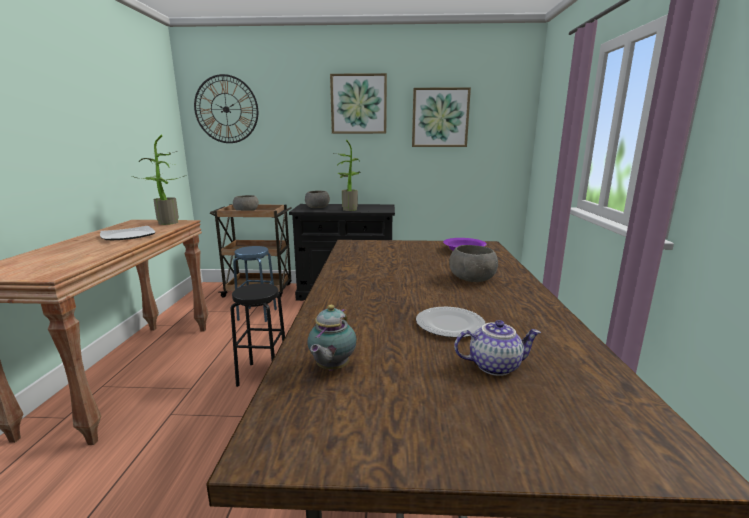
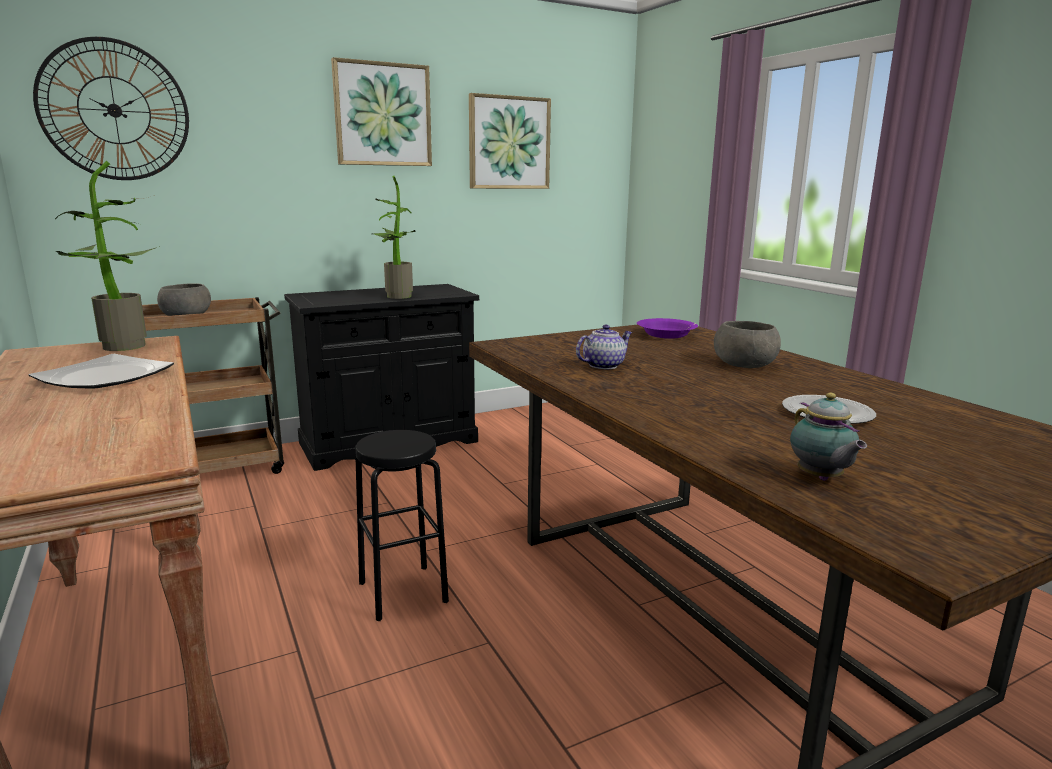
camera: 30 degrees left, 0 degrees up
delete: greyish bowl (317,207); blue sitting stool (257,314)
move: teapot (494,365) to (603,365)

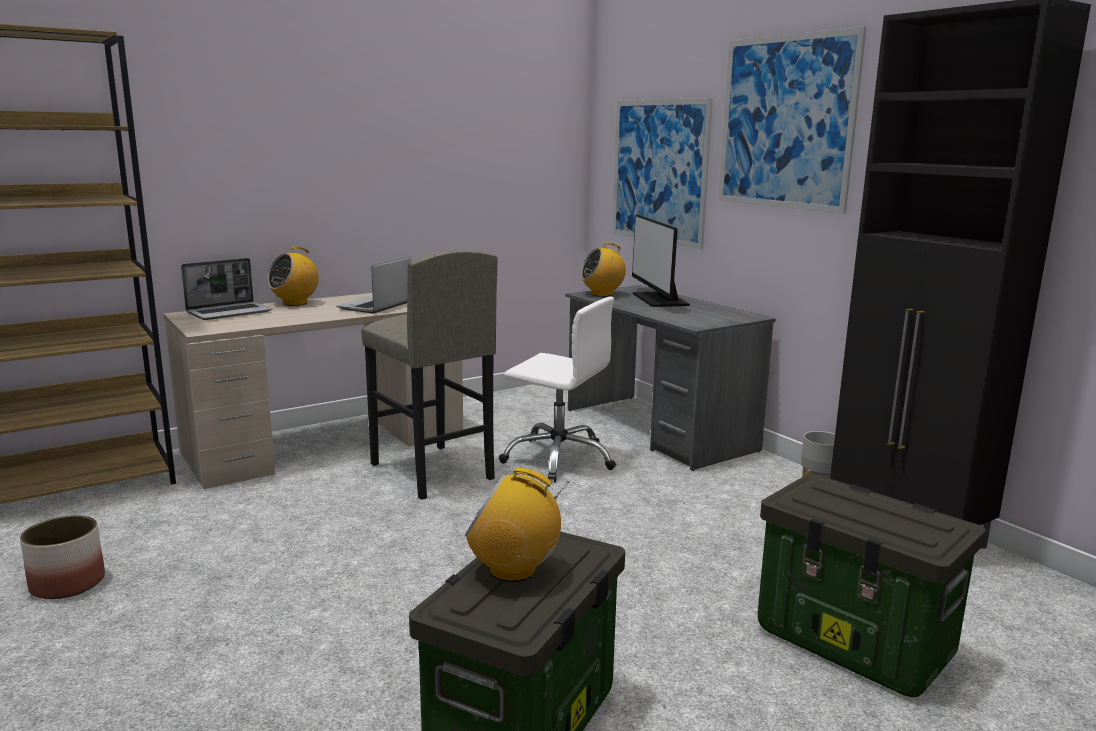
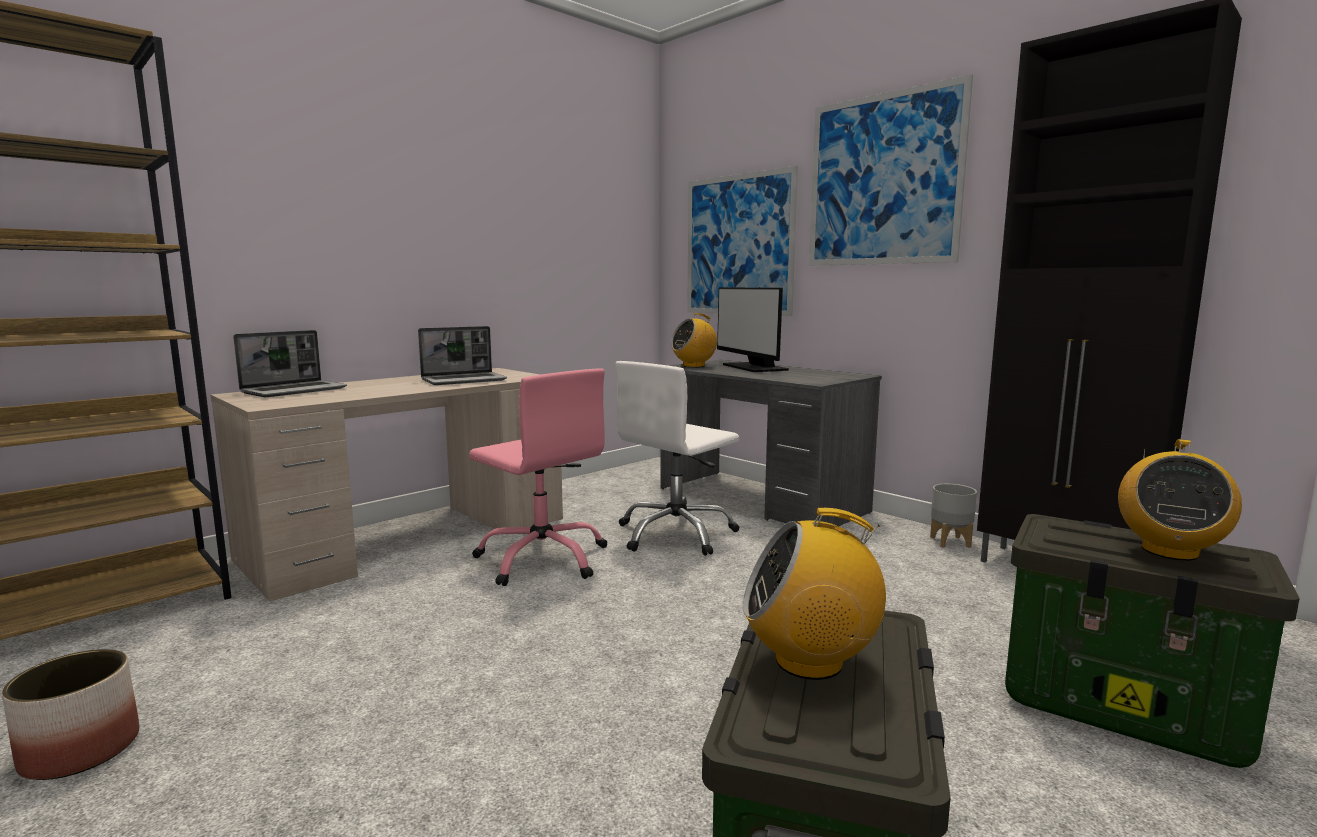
camera: 10 degrees left, 5 degrees down
move: radio (295,303) to (1169,551)
replace: greyish sitting stool (431,472) to pink-coloured desk chair (543,559)
rotate: notebook computer (375,306) = (464,380) 135 degrees counterclockwise; white desk chair (559,458) = (676,534) 120 degrees clockwise

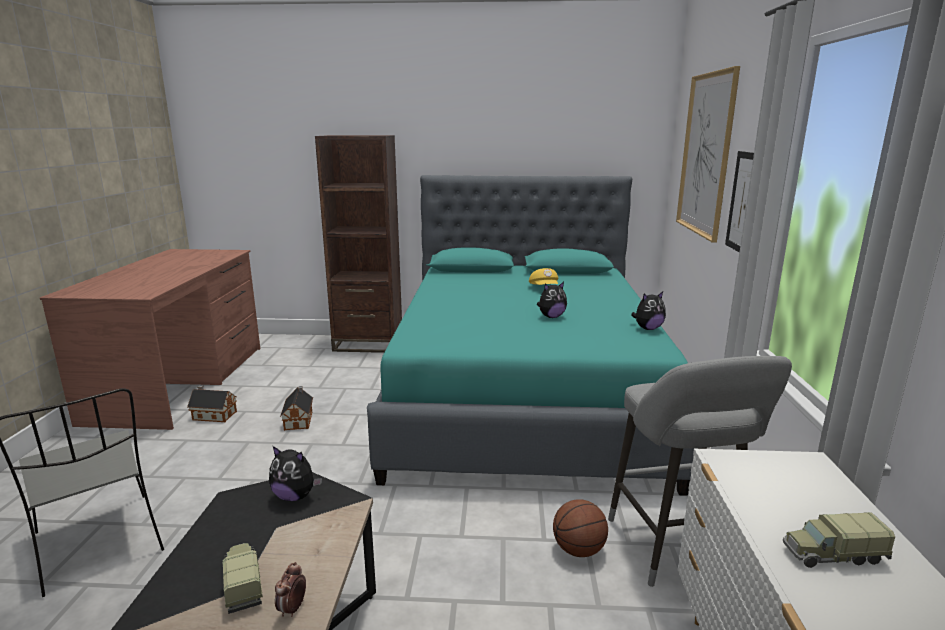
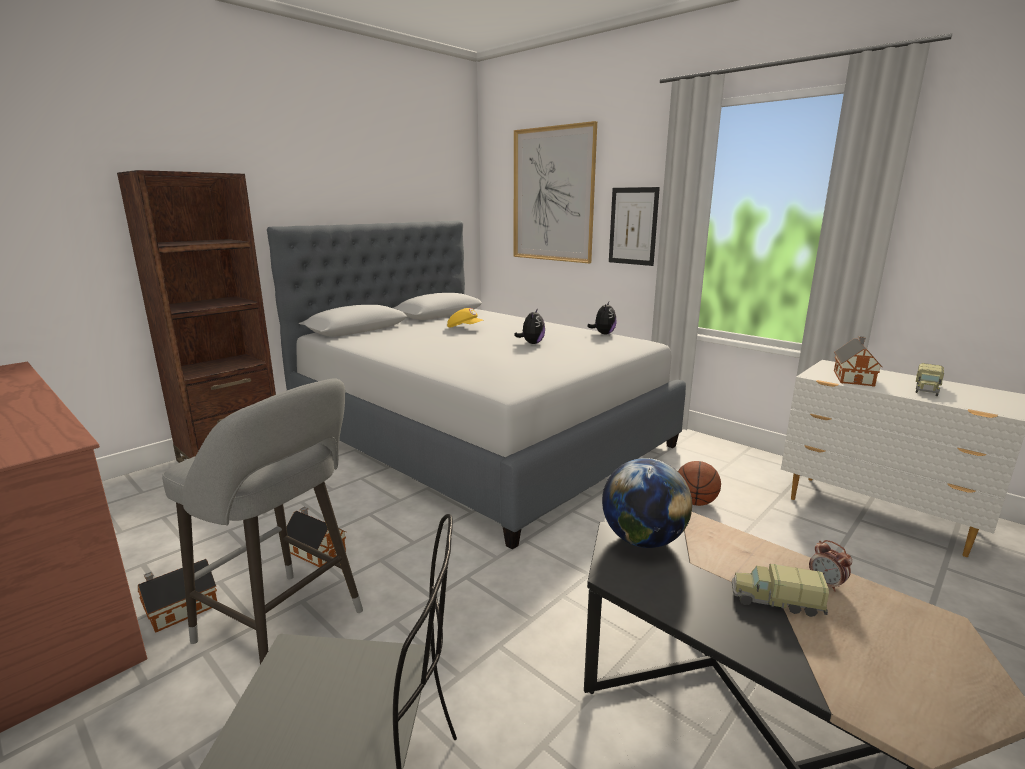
camera: 50 degrees left, 0 degrees up
insert: model house (853,377)
move: greyish sitting stool (678,550) to (286,629)
replace: soft toy (295,496) to world globe (643,540)
recolor: blue-green sleeping bed (524,397) to greyish sleeping bed (478,436)

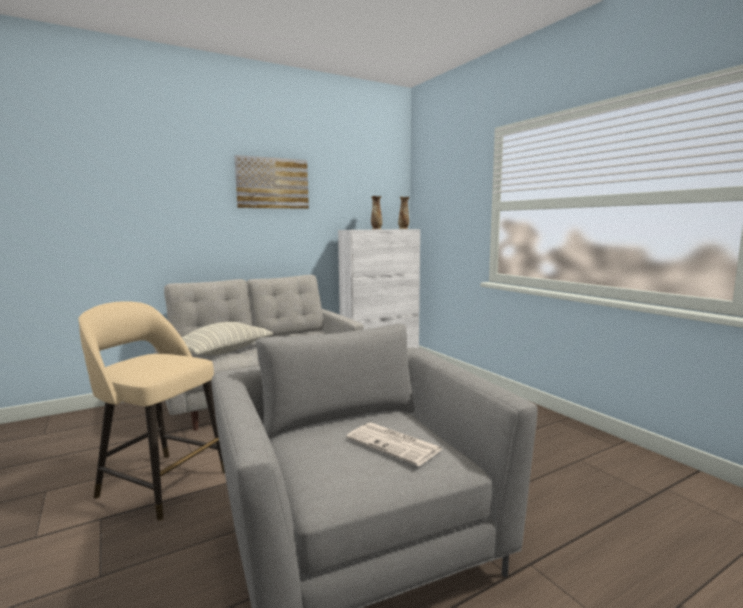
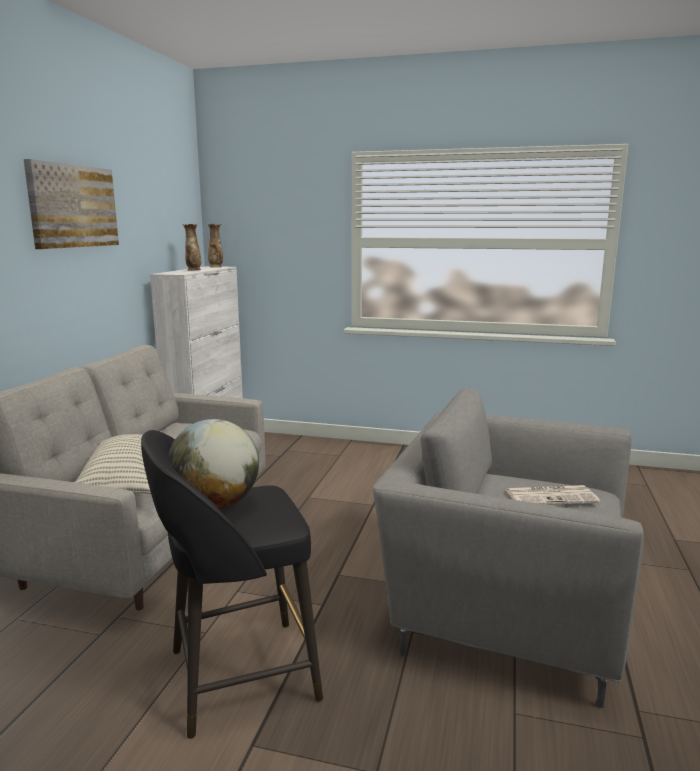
camera: 45 degrees left, 5 degrees up
insert: world globe (216,505)
recolor: beige sitting stool (161,483) to blackish sitting stool (238,675)

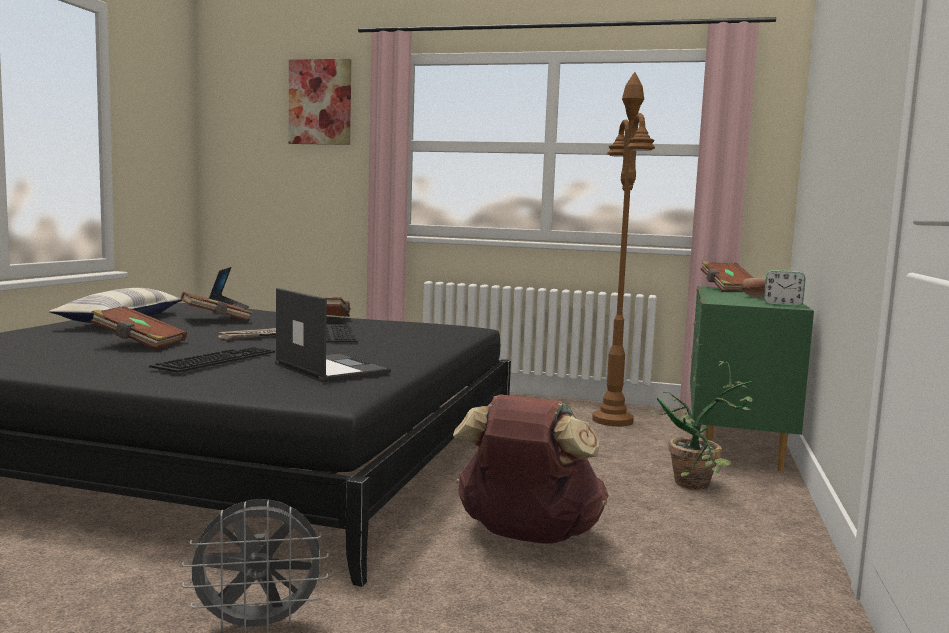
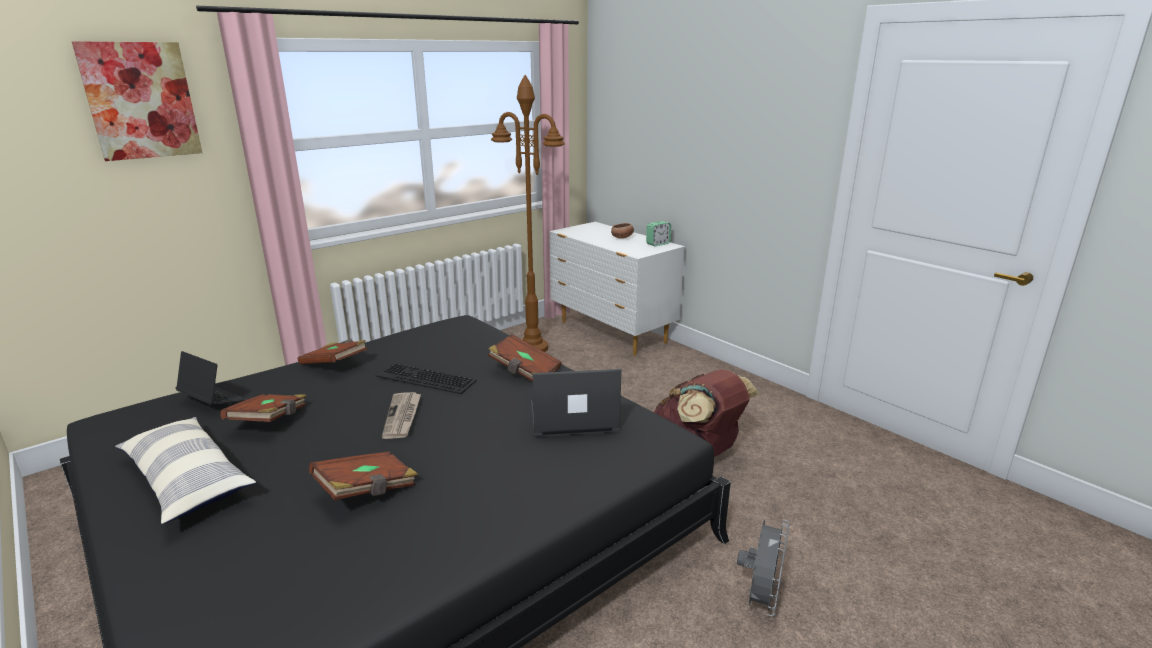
camera: 55 degrees left, 15 degrees up
delete: PC keyboard (215,358); plant in a pot (701,486)
move: brownish volume (727,289) to (524,371)
recolor: green-coloured dresser (734,442) to white dresser (612,333)

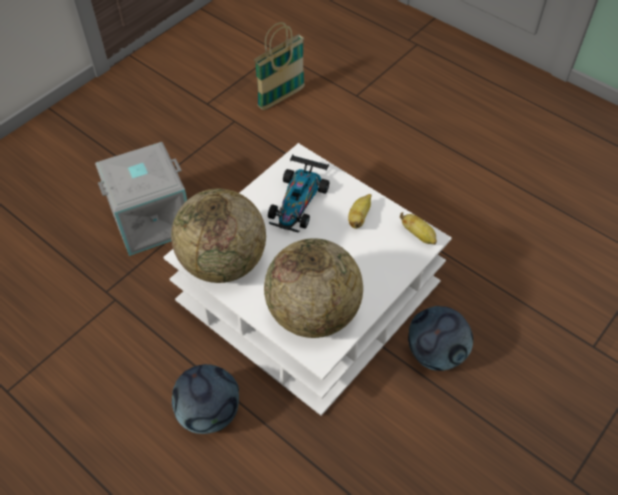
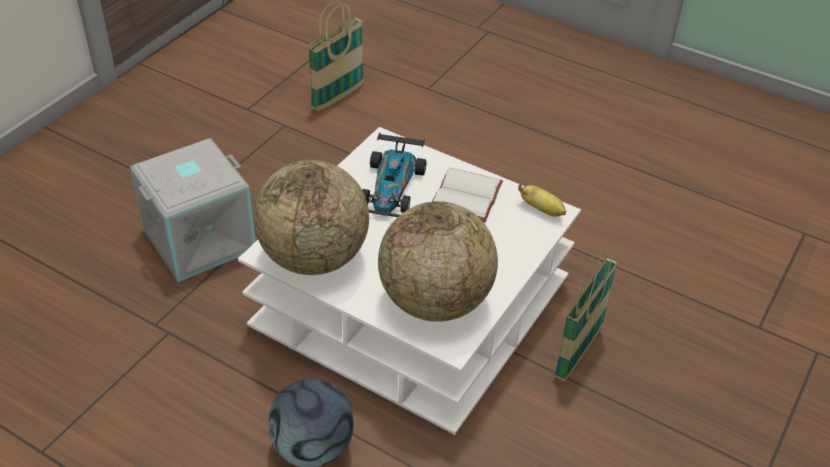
camera: 10 degrees left, 10 degrees down
replace: whole banana (359,217) to white volume (468,197); football (435,353) to storage basket (578,353)

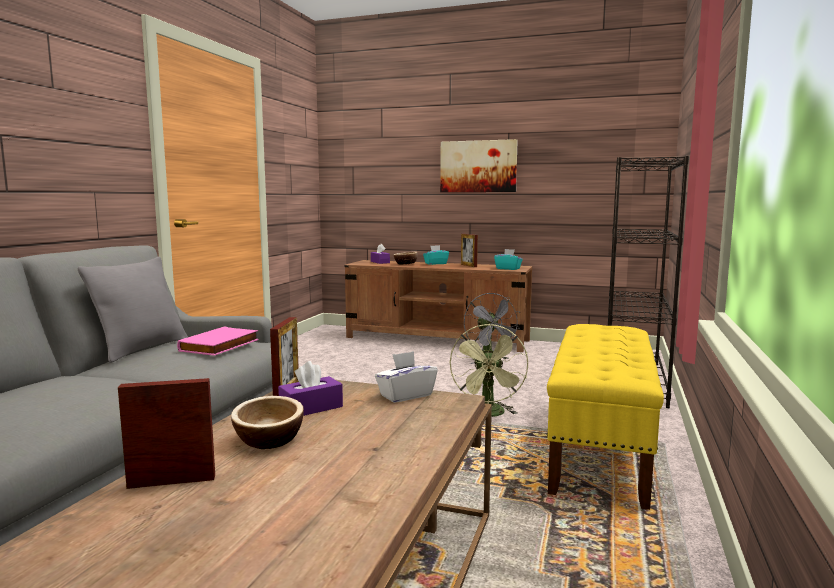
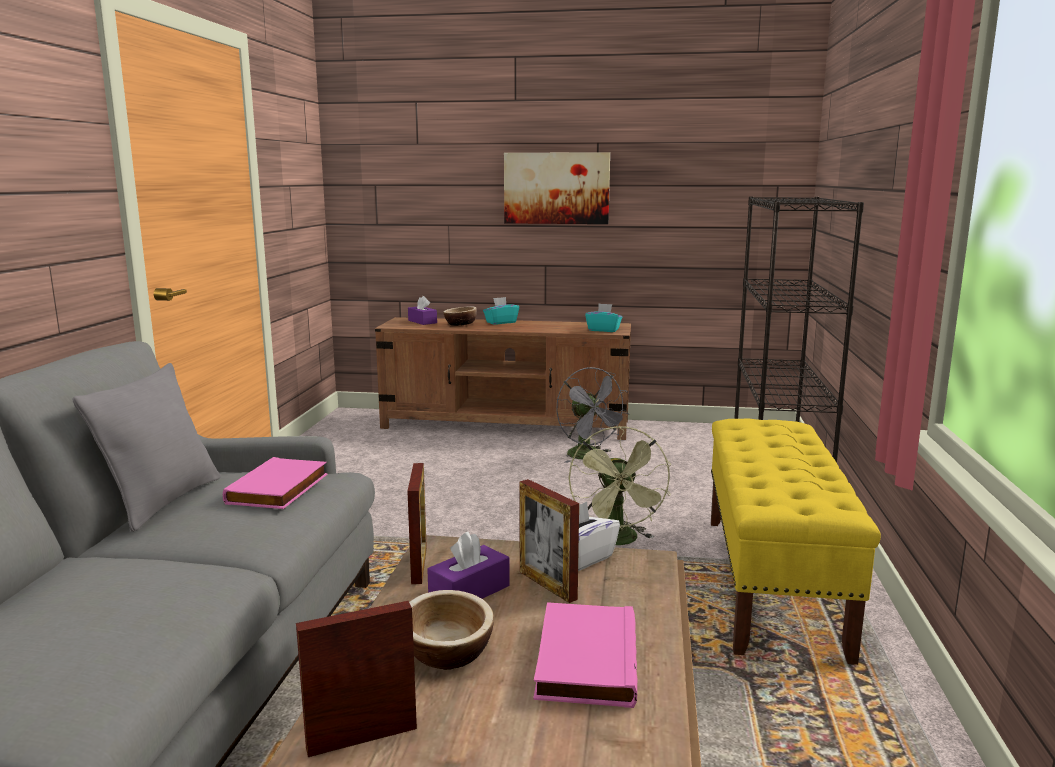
camera: 10 degrees left, 5 degrees up
insert: pink-coloured volume (583,659)
move: photo frame (468,265) to (547,585)

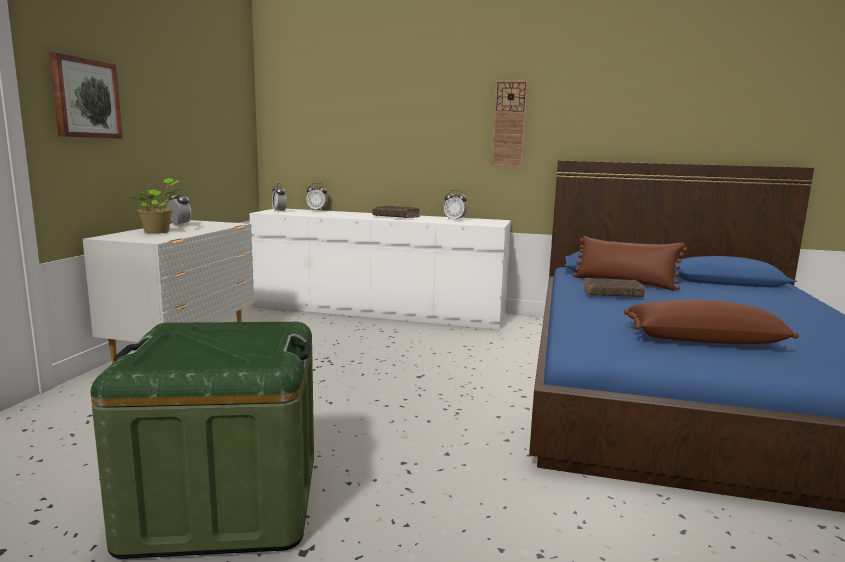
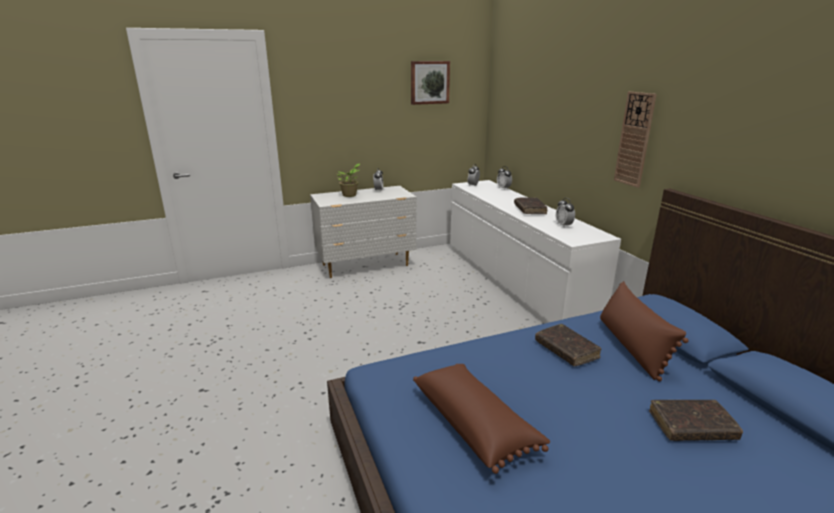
camera: 55 degrees right, 10 degrees up
delete: green-coloured storage bin (225,501)
insert: brownish volume (691,427)
move: wall picture (85,98) to (429,82)

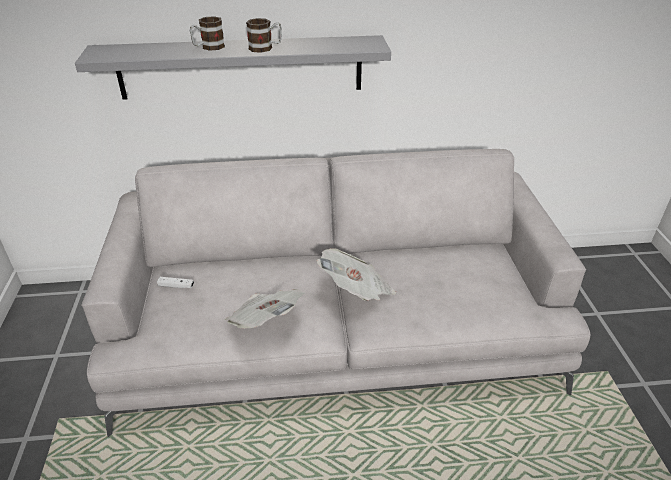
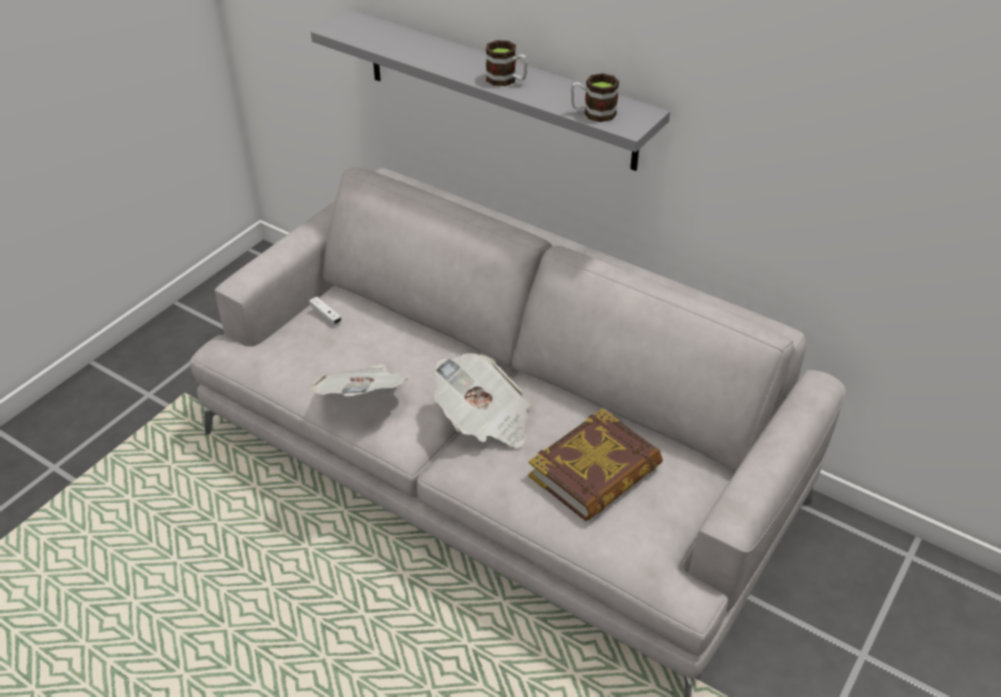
camera: 40 degrees right, 5 degrees up
insert: volume (595,472)
move: coffee mug (208,47) to (593,113)

